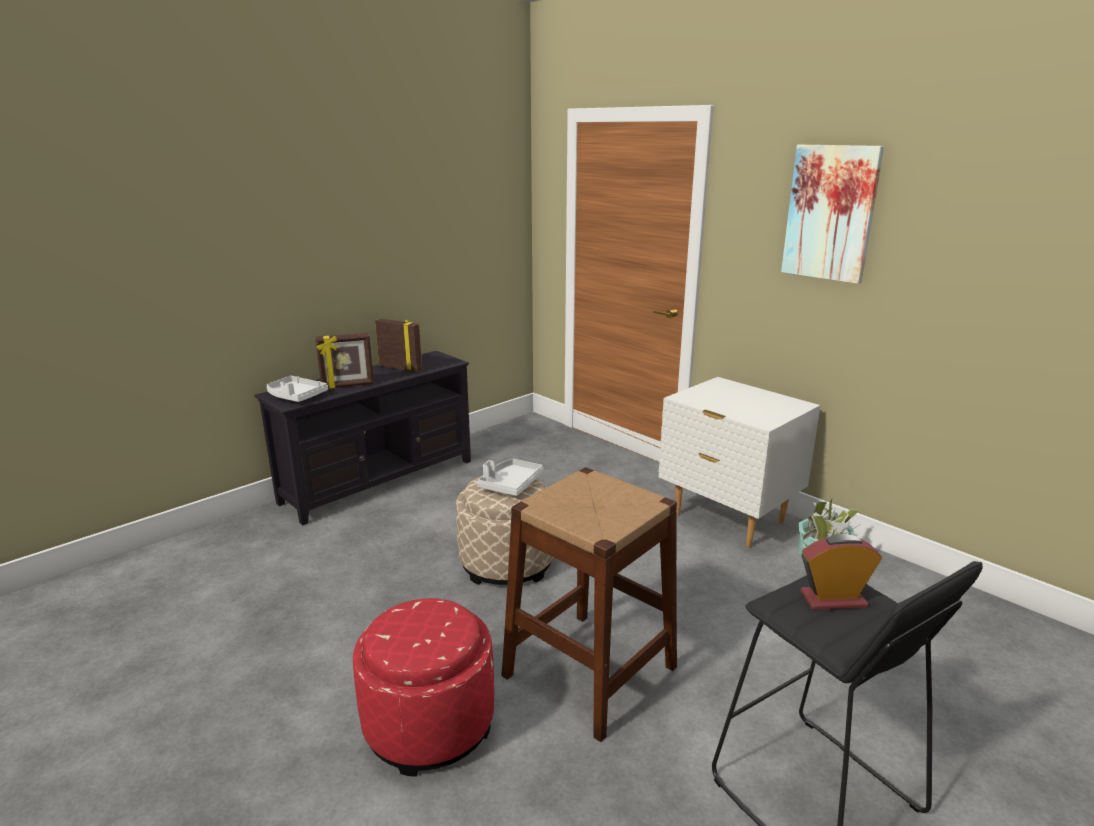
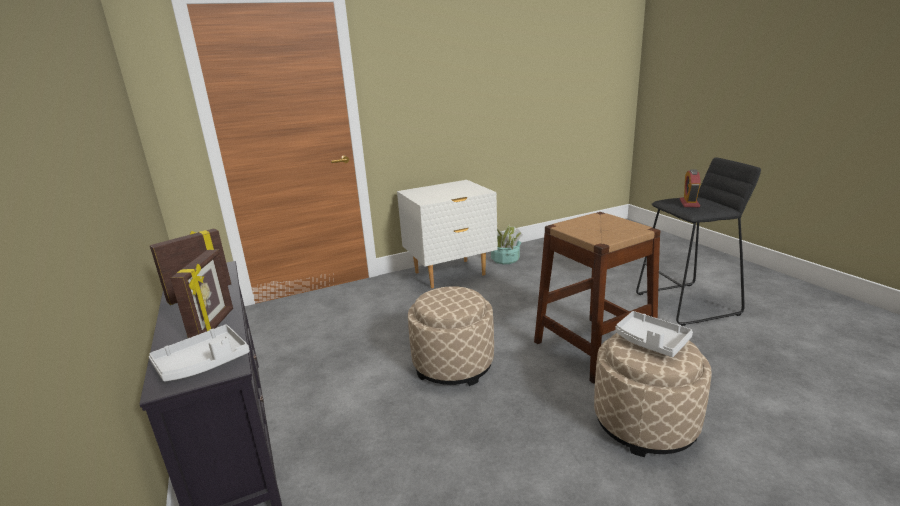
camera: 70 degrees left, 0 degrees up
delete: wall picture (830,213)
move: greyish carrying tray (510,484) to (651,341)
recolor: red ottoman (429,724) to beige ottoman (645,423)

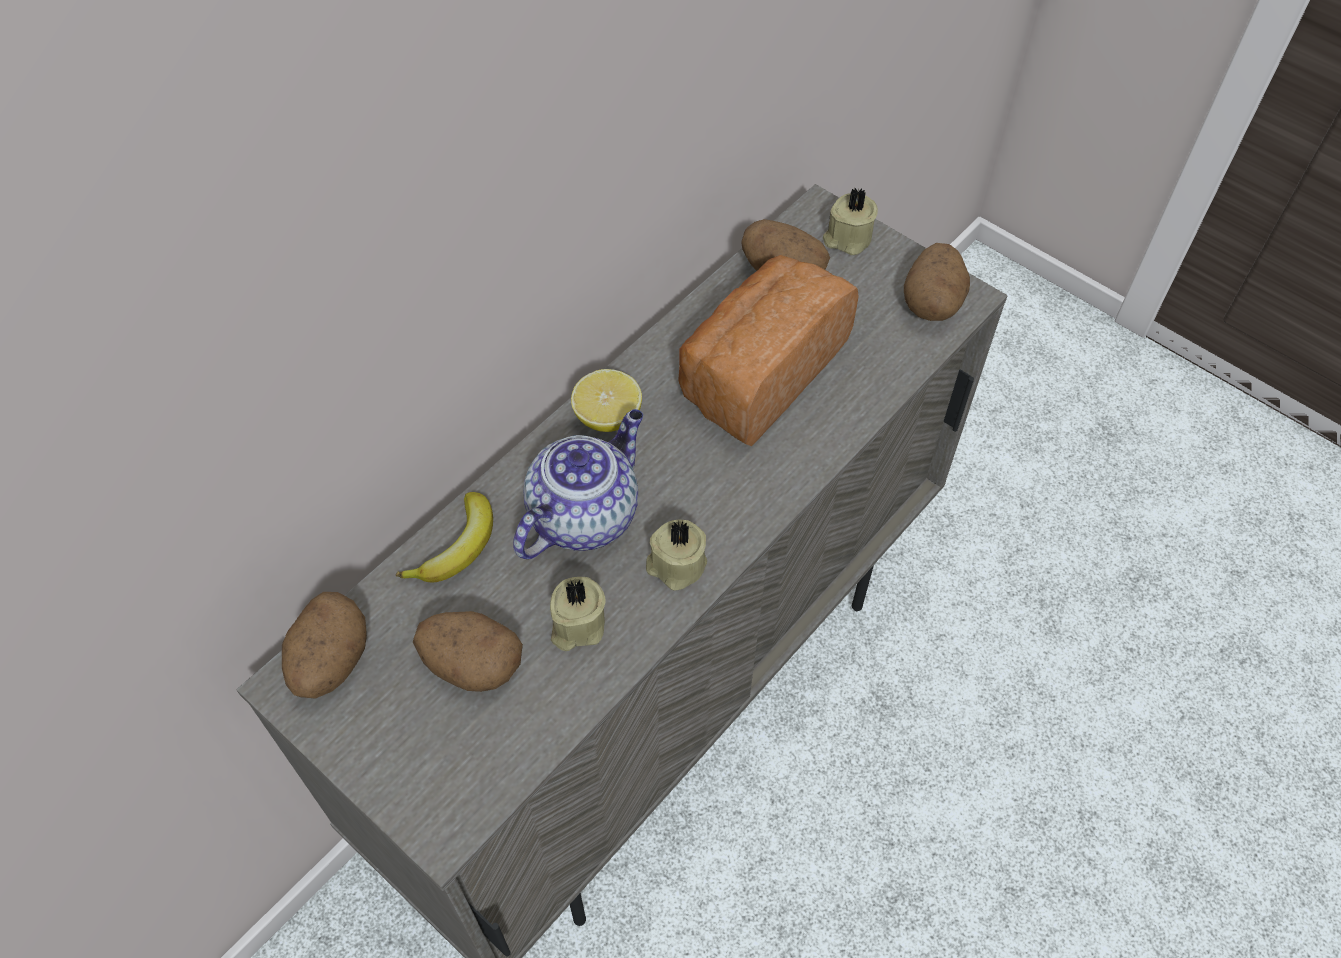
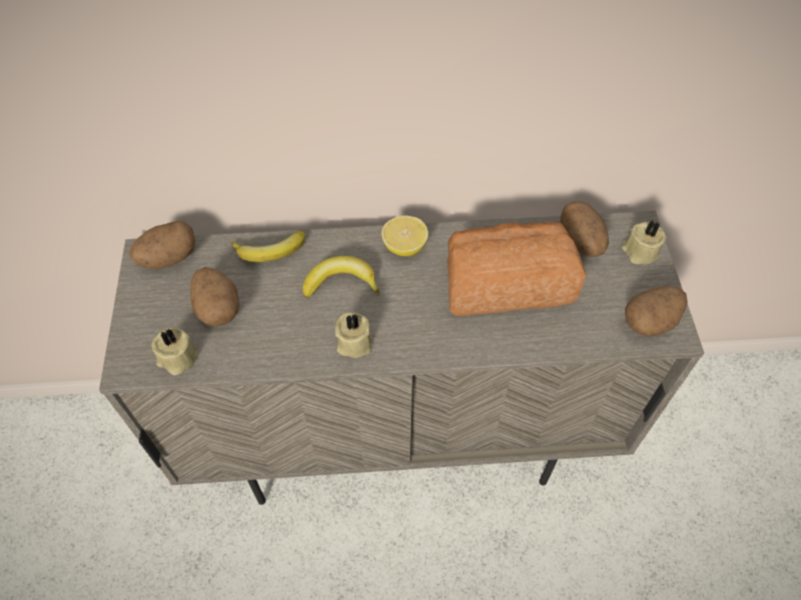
camera: 45 degrees right, 0 degrees up
move: beige wax light (576,625) to (177,358)
replace: teapot (584,514) to whole banana (341,283)

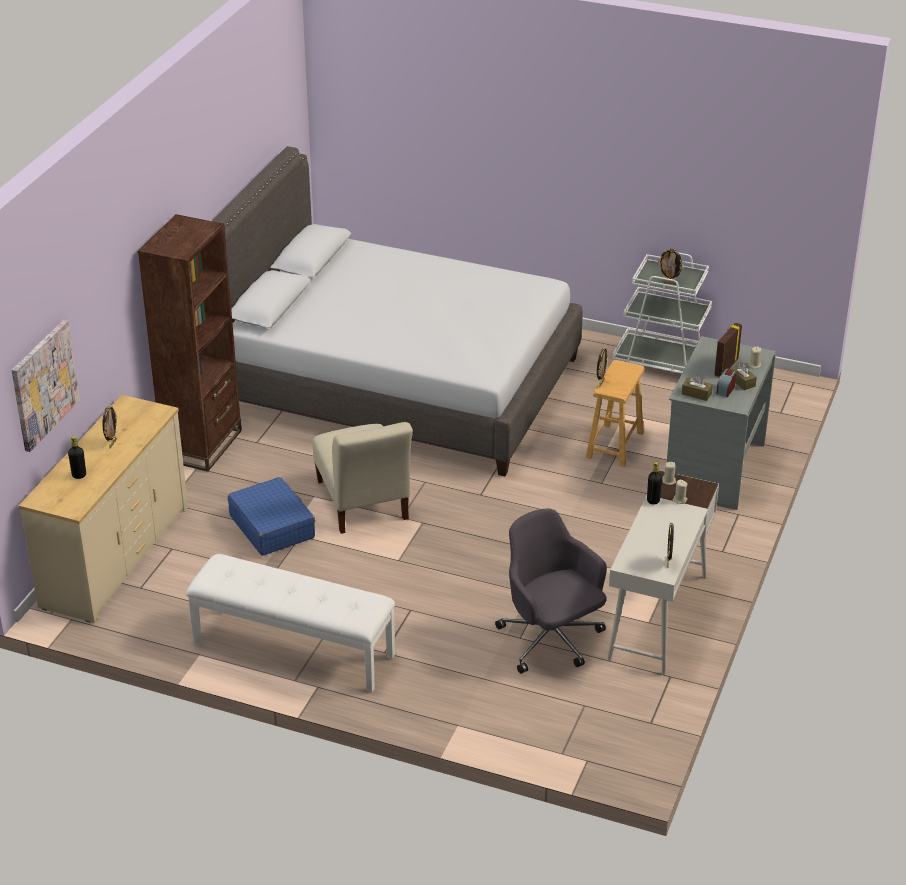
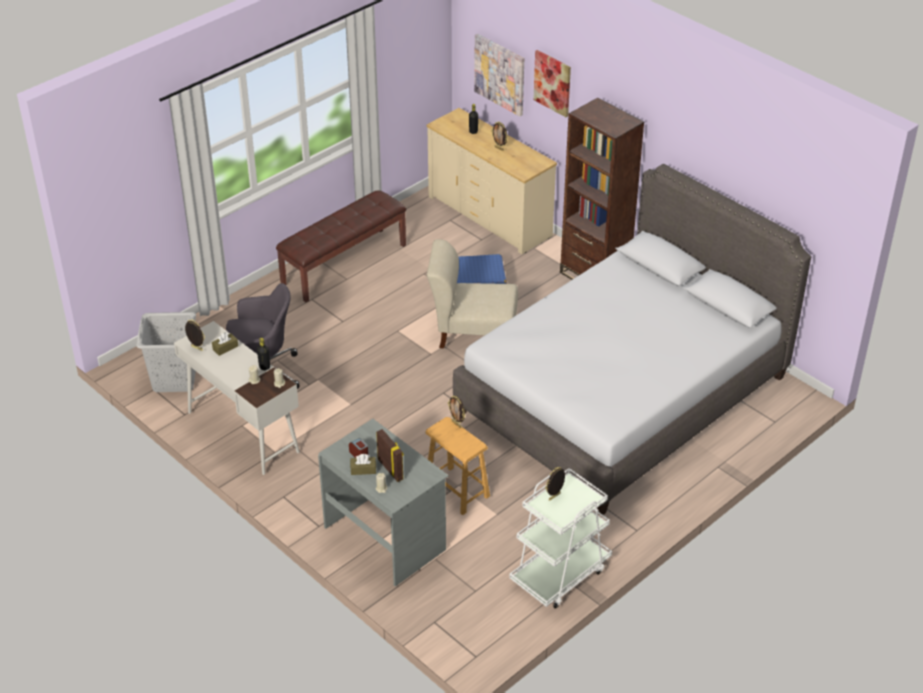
camera: 115 degrees right, 5 degrees up
insert: wall picture (552,83); greyish hamper (174,379)
move: brownish box of tissues (696,394) to (225,348)
recolor: white long seat (293,650) to brownish long seat (344,264)

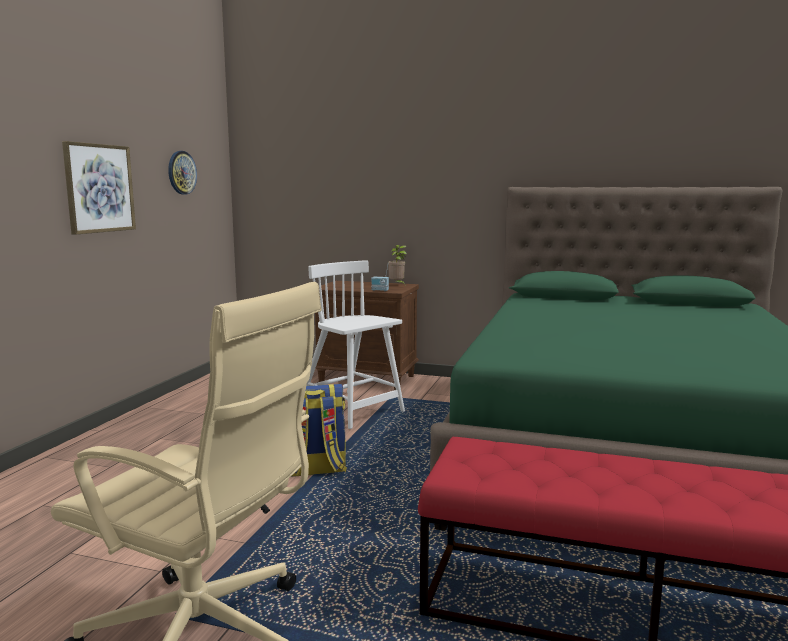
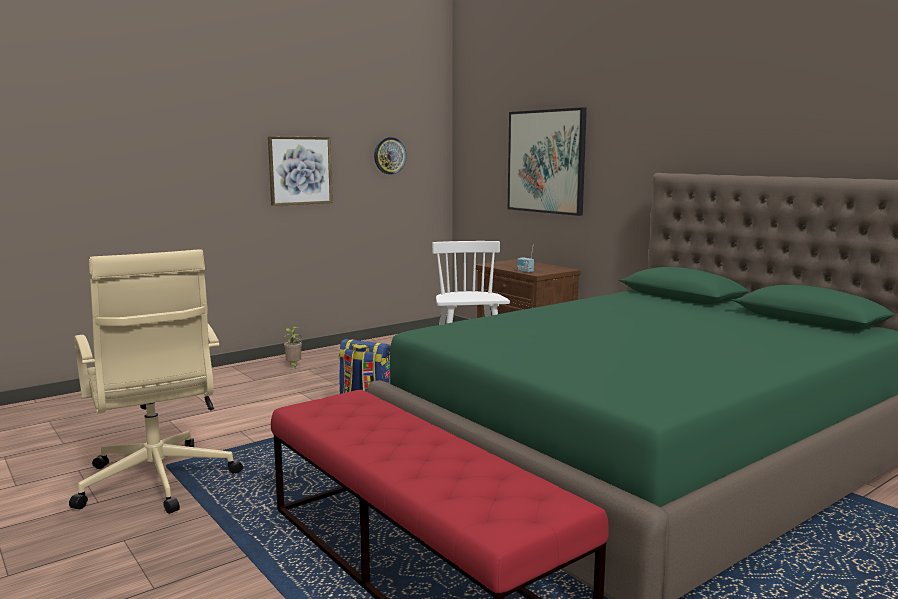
camera: 35 degrees right, 0 degrees up
insert: wall picture (546,161)
move: plant in a pot (397,285) to (293,366)

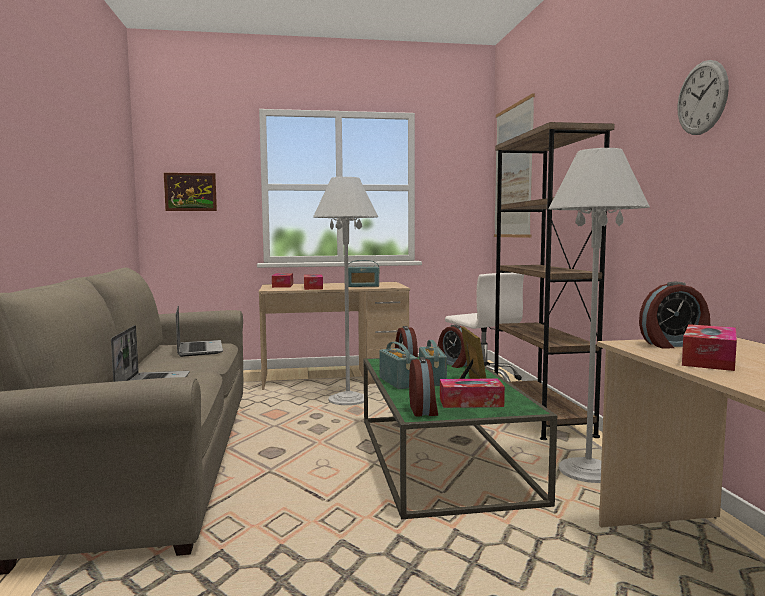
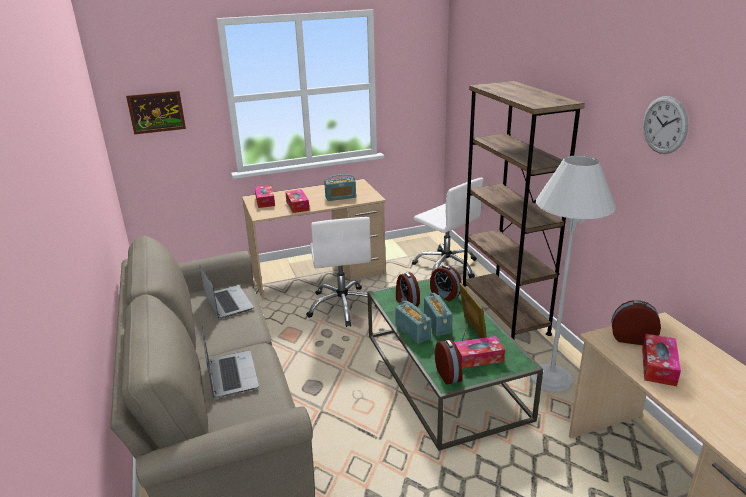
camera: 10 degrees left, 20 degrees up
delete: wall picture (513,172)
replace: white standing lamp (348,400) to white desk chair (343,306)
rotate: alarm clock (674,345) = (632,338) 150 degrees counterclockwise

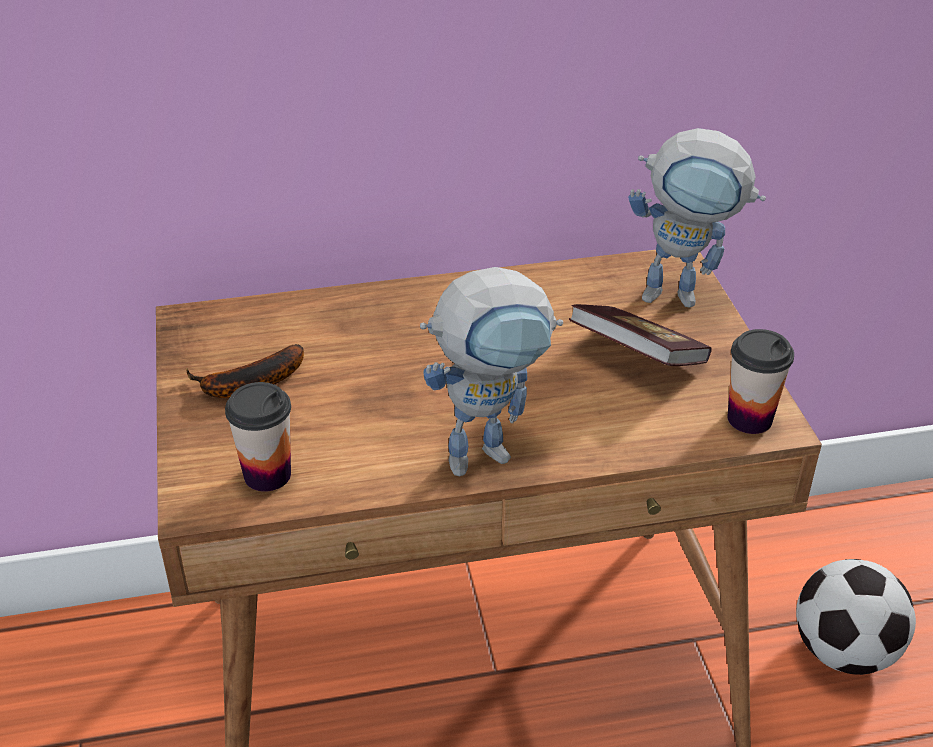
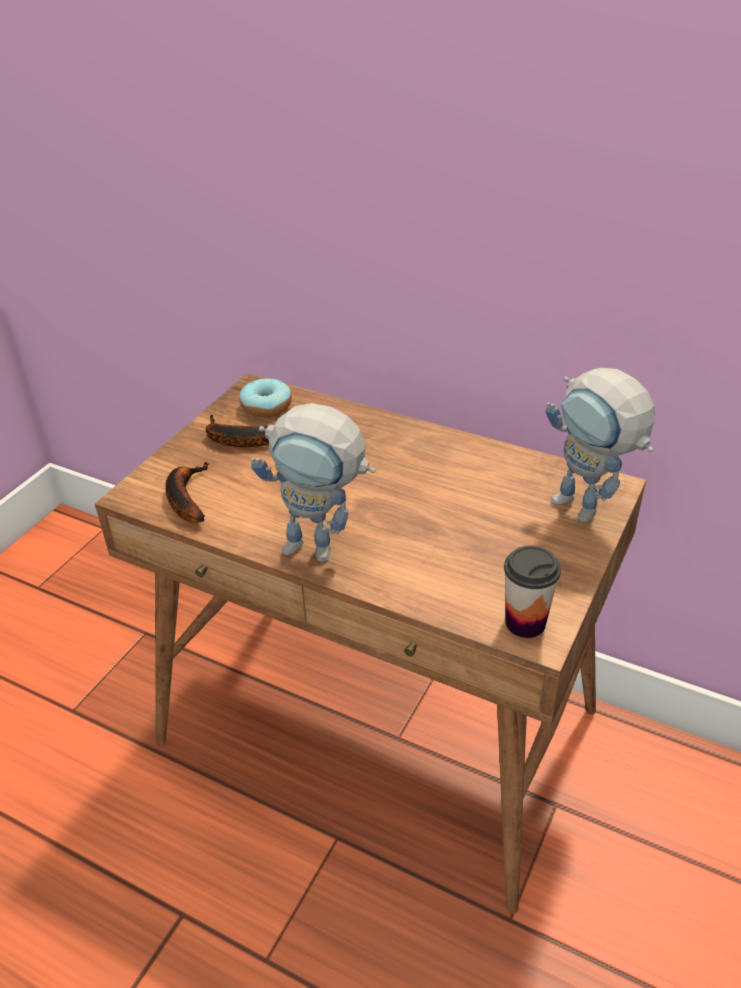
camera: 40 degrees right, 0 degrees up
delete: volume (637,356); football (844,652)
insert: doughnut (266,406)
replace: drinking cup (267,475) to whole banana (185,497)

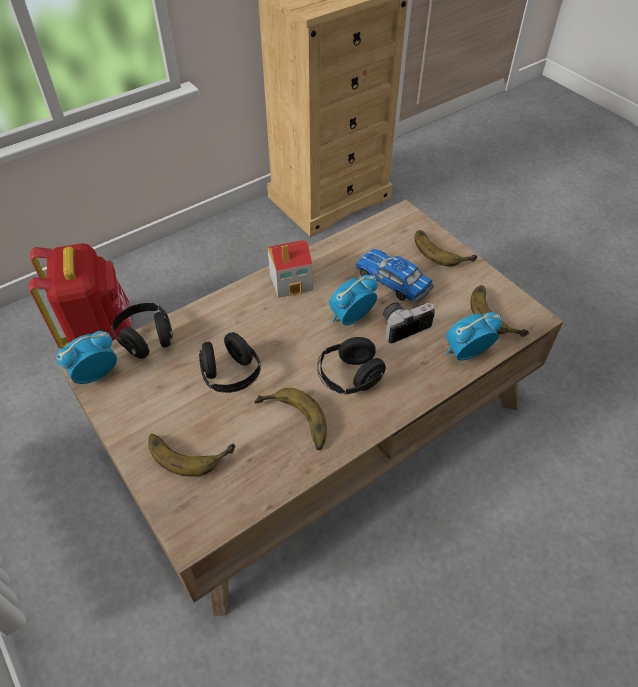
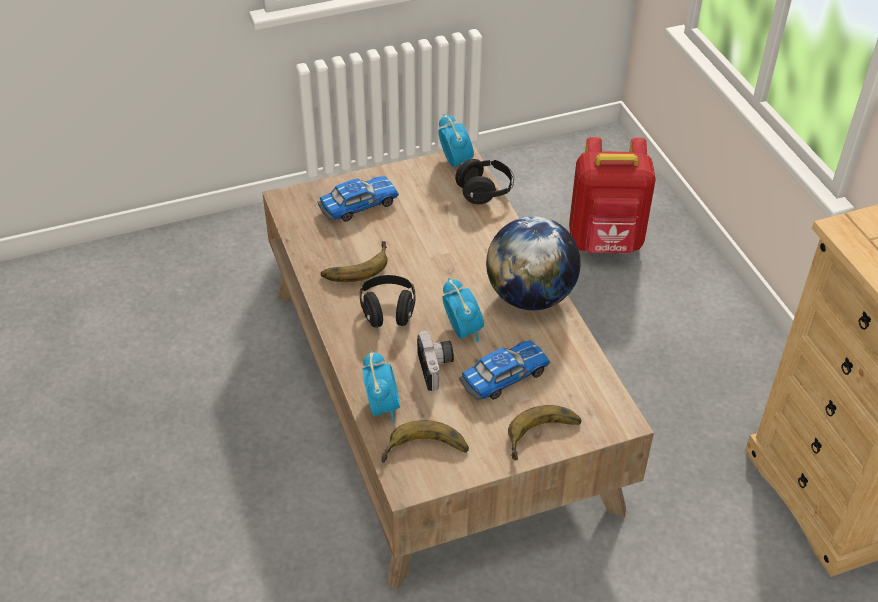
camera: 105 degrees right, 5 degrees down
delete: blackish headset (231,375)
replace: model house (291,281) to world globe (530,296); whole banana (189,449) to toy car (358,205)

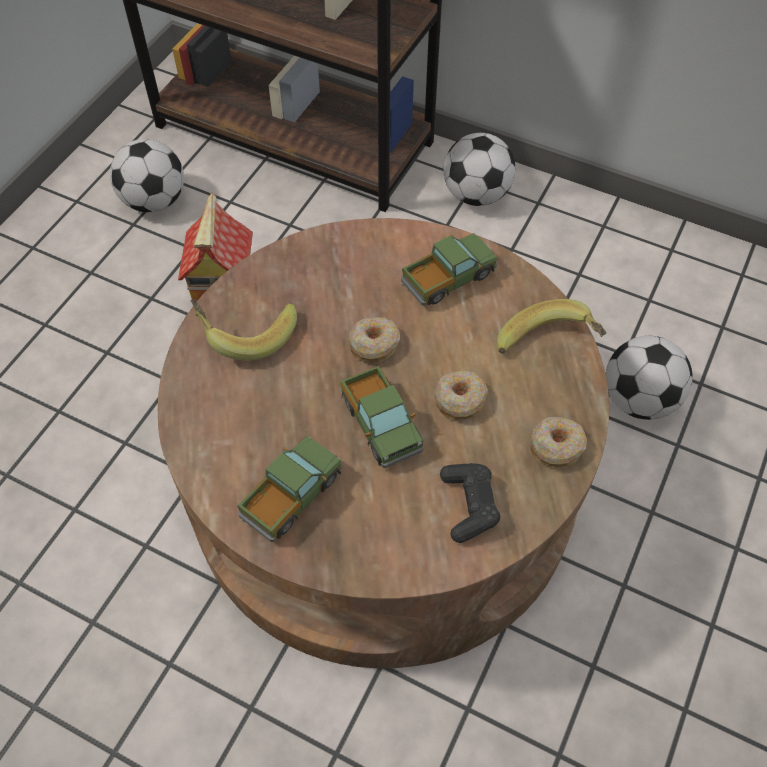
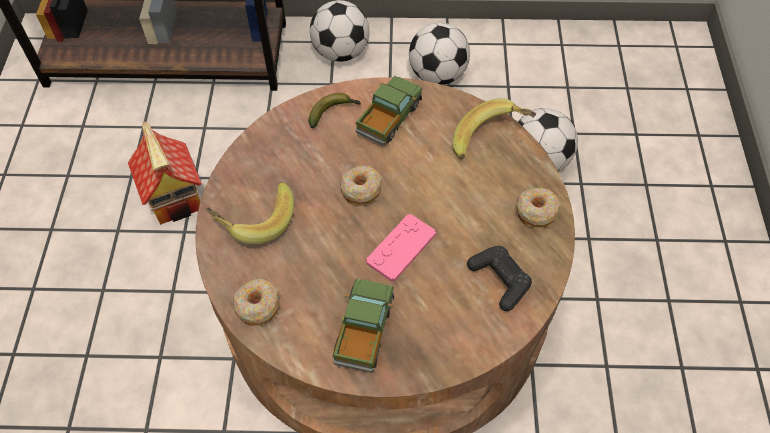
camera: 25 degrees left, 0 degrees up
insert: whole banana (333,112)
move: football (154,201) to (437,75); doughnut (459,399) to (257,306)
replace: toy truck (380,424) to pink-coloured gamepad (401,248)

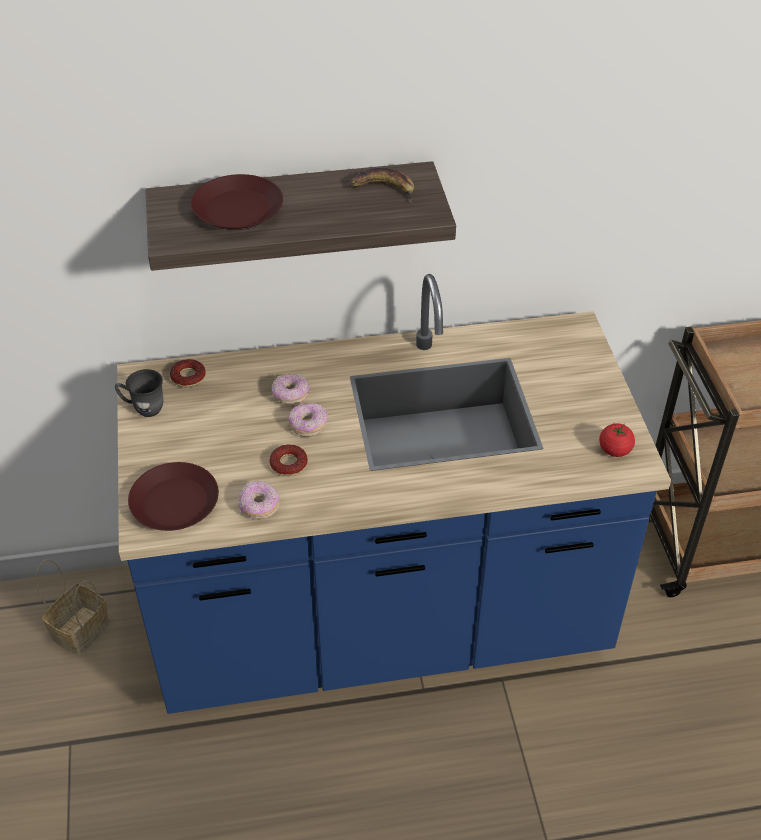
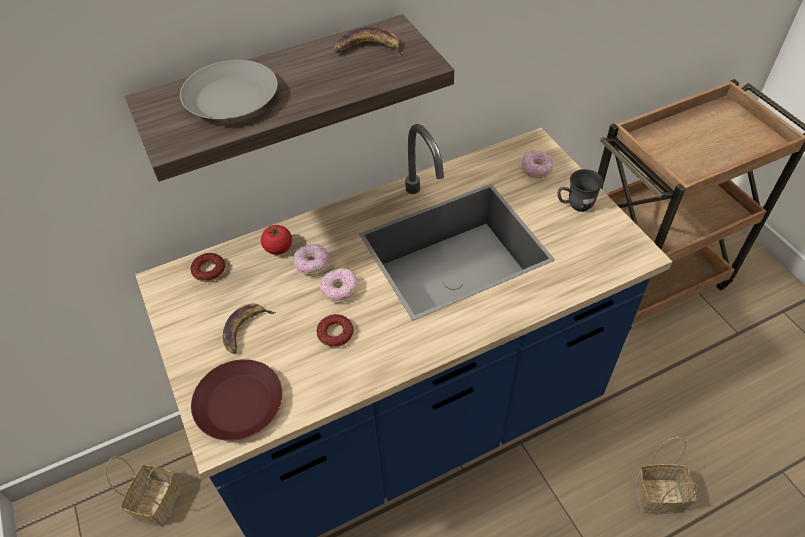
camera: 15 degrees left, 5 degrees up
insert: whole banana (245,329); storage basket (660,495)
move: greyish coffee mug (143,408) to (575,205); whole tomato (614,450) to (278,248); doughnut (259,506) to (536,170)
recolor: brownish flat dish (239,210) to greyish flat dish (232,98)

